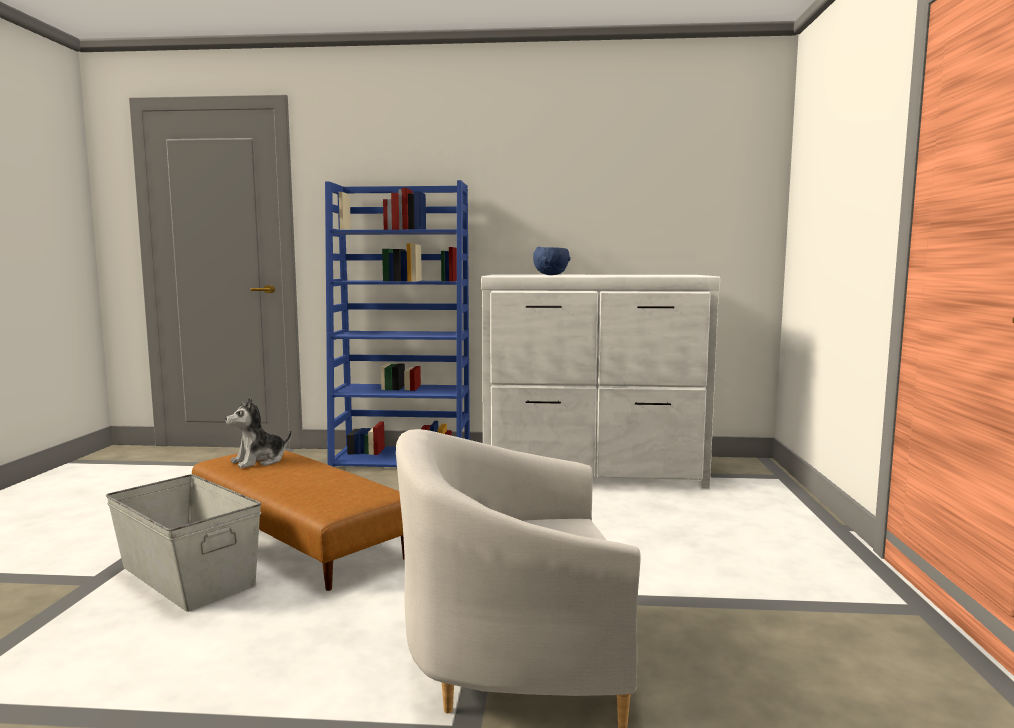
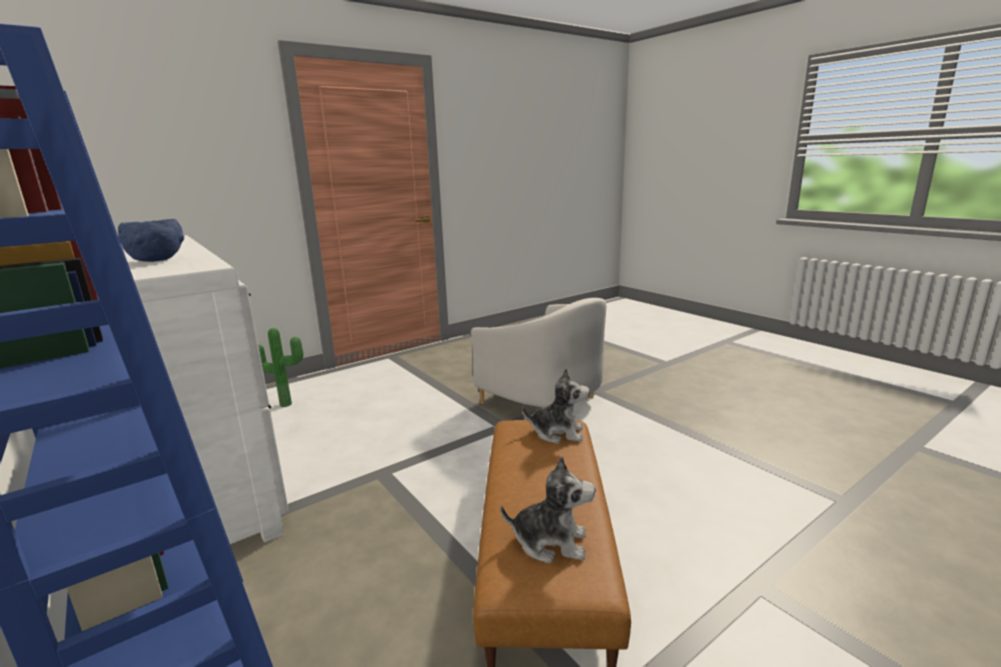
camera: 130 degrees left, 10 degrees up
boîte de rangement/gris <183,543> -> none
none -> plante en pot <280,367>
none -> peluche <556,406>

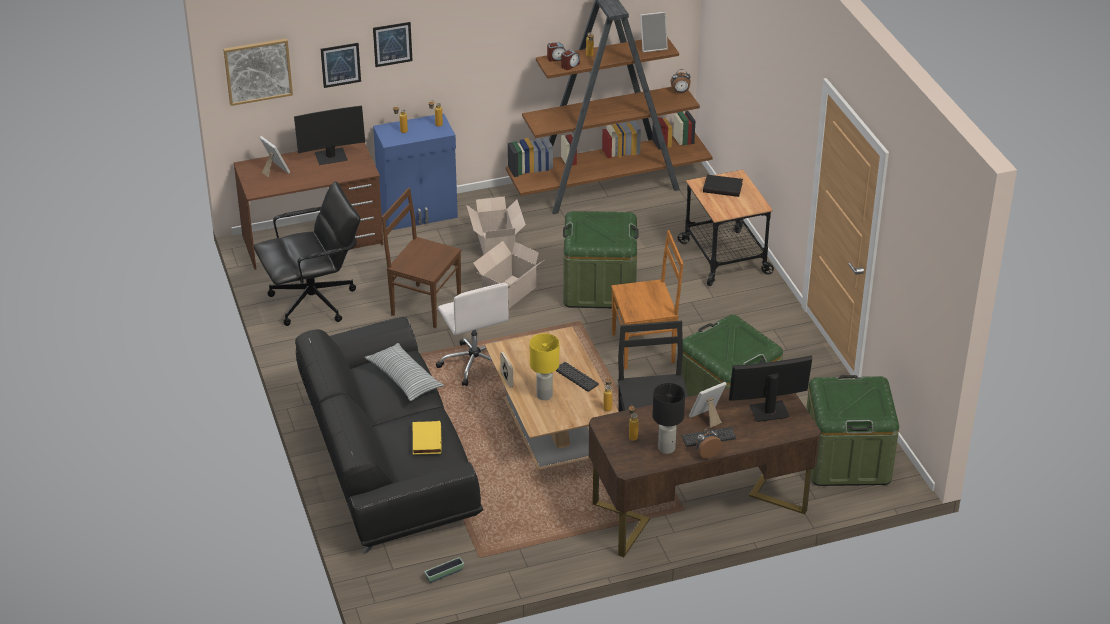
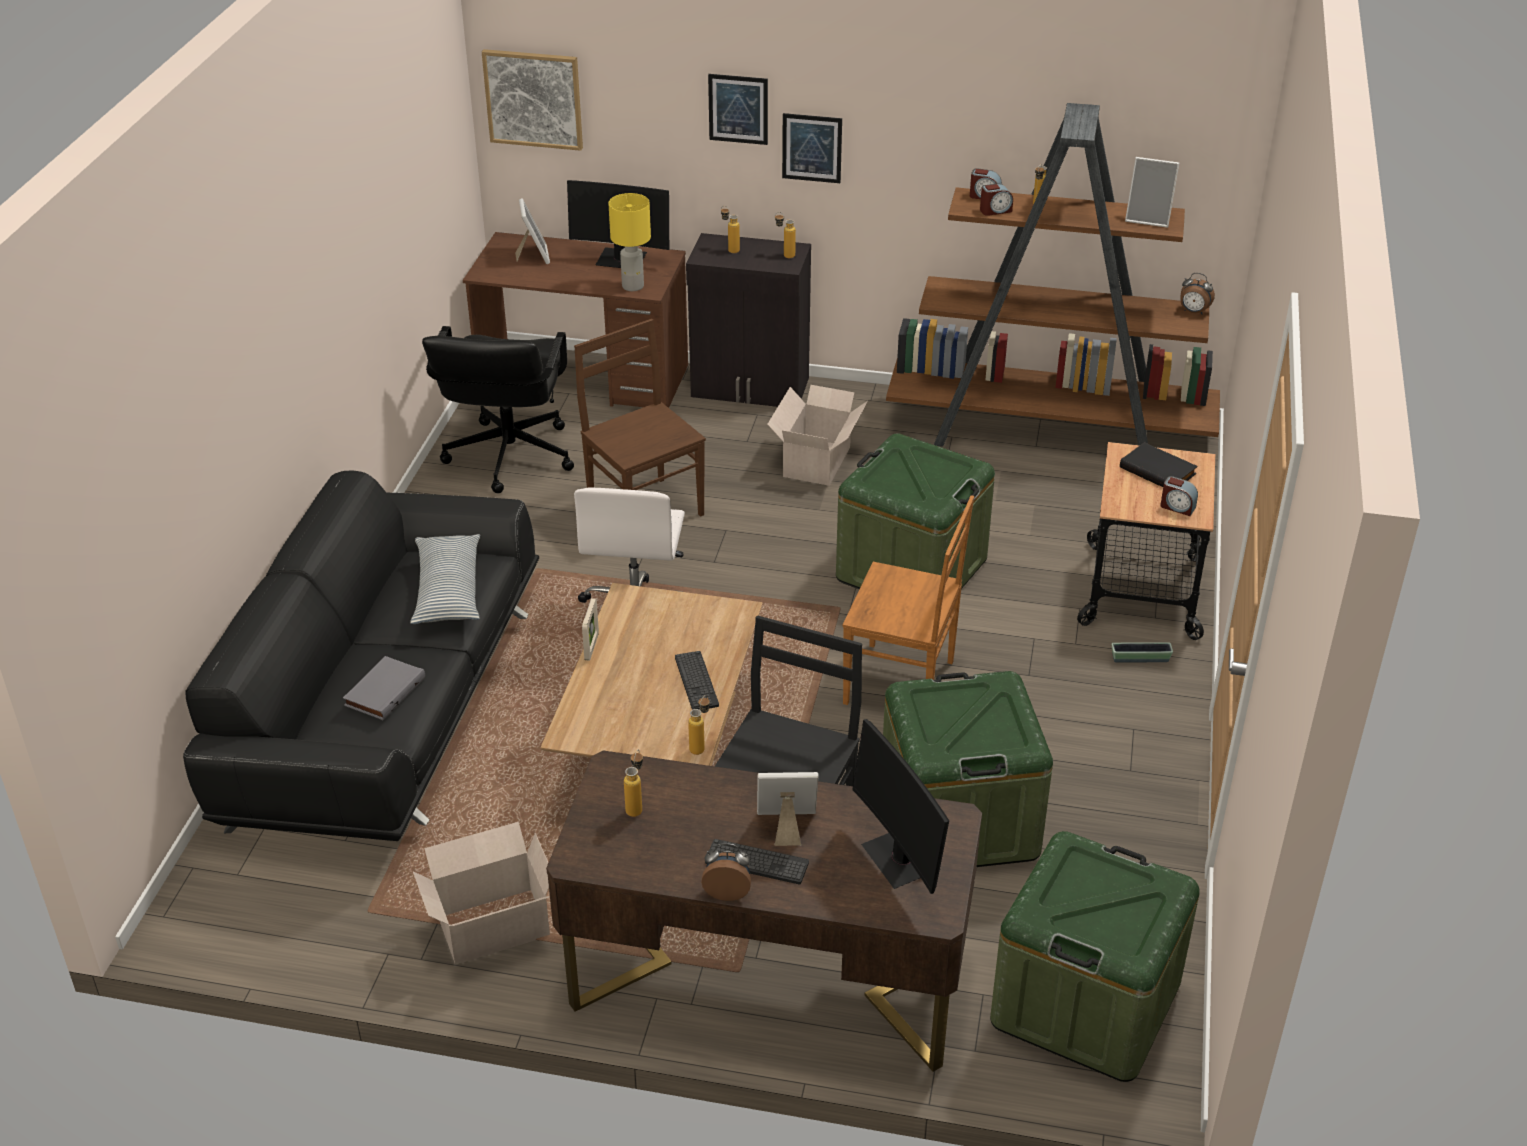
camera: 30 degrees right, 0 degrees up
tableau <341,65> -> tableau <812,148>, relocated
meuble de rangement/bleu <415,171> -> meuble de rangement/noir <748,320>
chaise de bureau/noir <307,253> -> chaise de bureau/noir <498,409>, 90 degrees clockwise
carton <508,275> -> carton <481,893>, relocated
lampe de table/jaune <544,366> -> lampe de table/jaune <629,242>, relocated
écran d'ordinateur <770,388> -> écran d'ordinateur <901,806>, 135 degrees counterclockwise
lampe de table/noir <668,418> -> none
livre/jaune <427,438> -> livre/gris <384,688>
cache-pot <444,570> -> cache-pot <1142,652>, relocated
none -> réveil <1179,496>

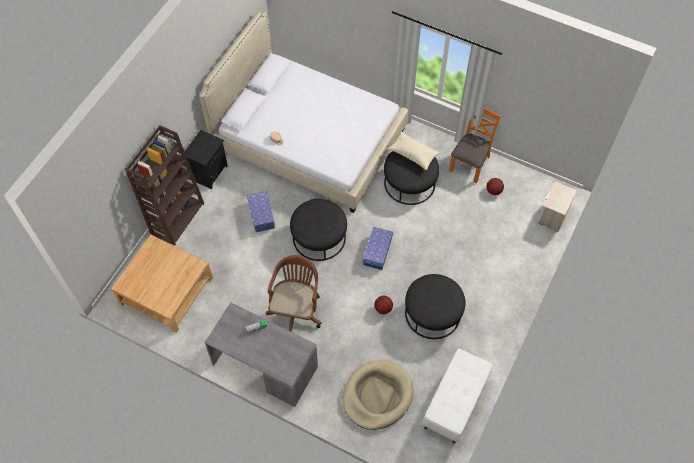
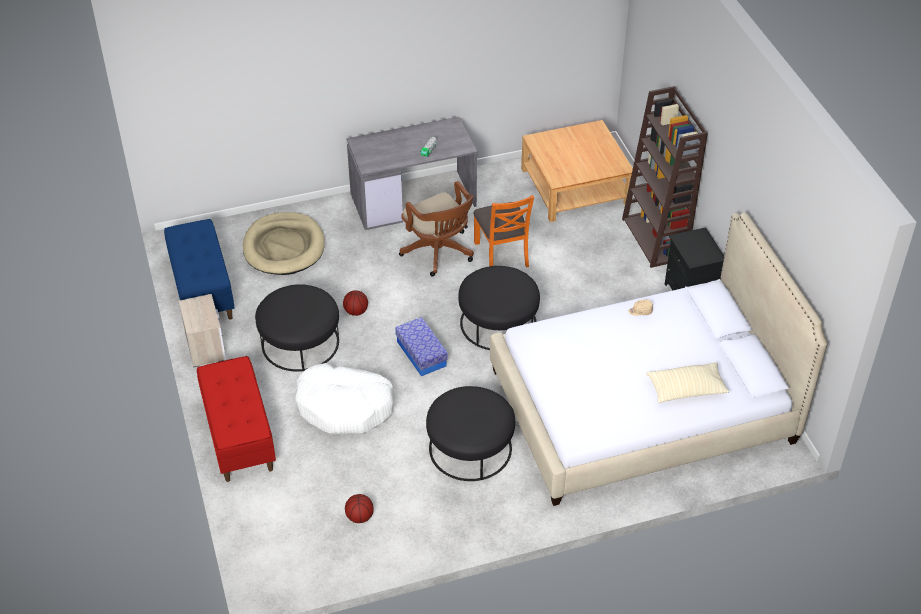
camera: 135 degrees right, 15 degrees down
chaise/orange <475,145> -> chaise/orange <503,231>, relocated
coussin/beige <414,151> -> coussin/beige <687,382>, relocated
table de chevet <557,207> -> table de chevet <202,330>, relocated
boîte de rangement <261,211> -> none
banc/blanc <457,396> -> banc/bleu <199,269>
none -> banc/rouge <236,419>
none -> panier pour chien/blanc <344,398>

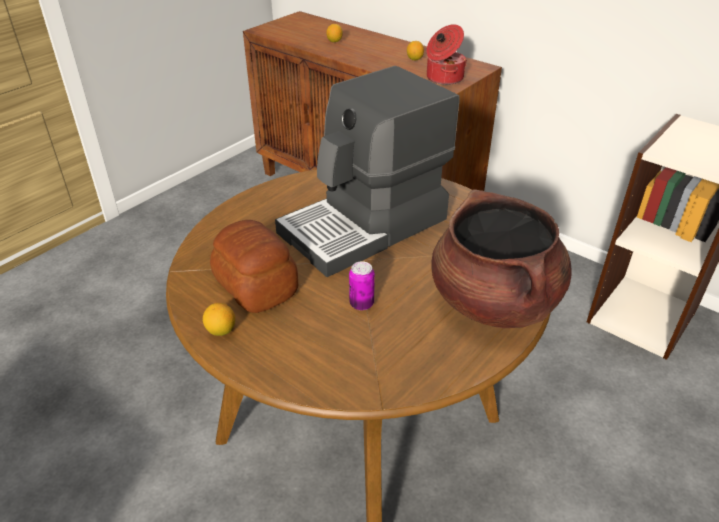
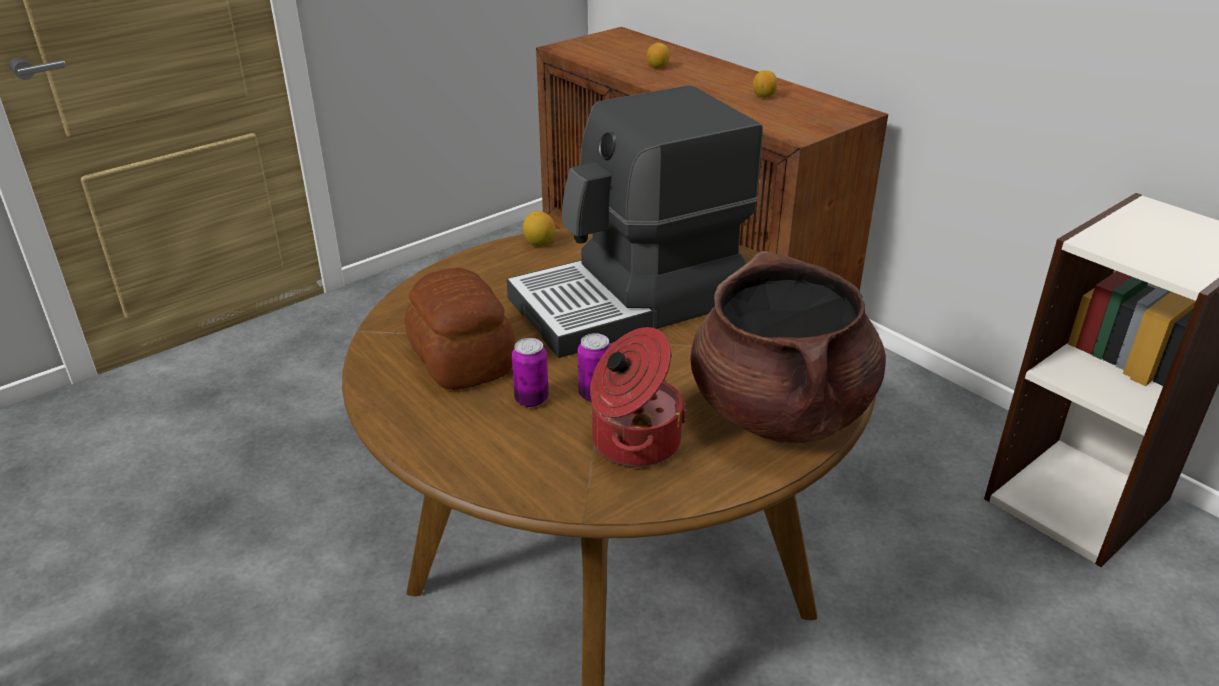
camera: 10 degrees right, 5 degrees down
marmite <446,54> -> marmite <638,397>, relocated
citron <219,319> -> citron <539,228>, relocated
none -> boîte métallique <530,372>

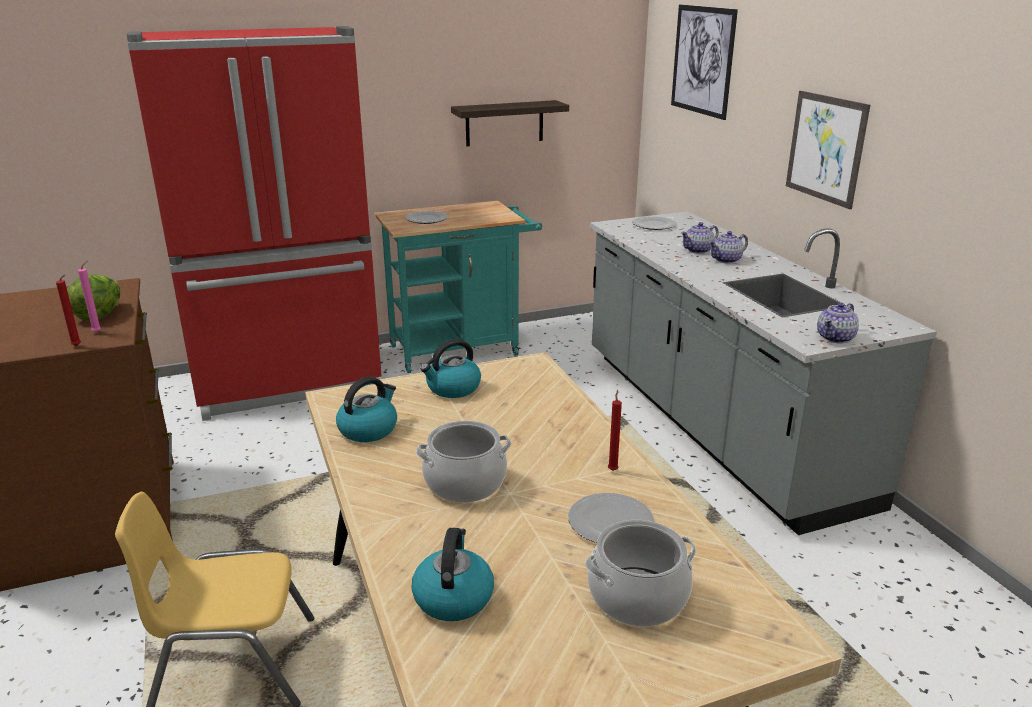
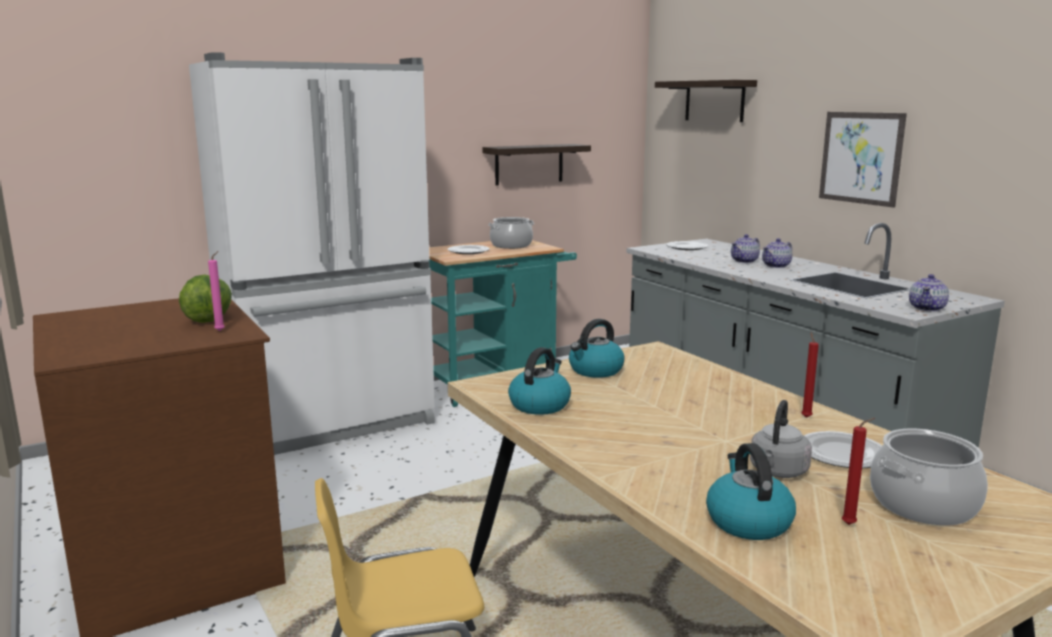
camera: 10 degrees left, 10 degrees down
tableau <704,62> -> étagère <706,101>
réfrigérateur/rouge <254,223> -> réfrigérateur/blanc <312,253>
bougie/rouge <68,310> -> bougie/rouge <858,471>, relocated
marmite <463,462> -> marmite <511,233>, relocated
none -> bouilloire/gris <781,439>

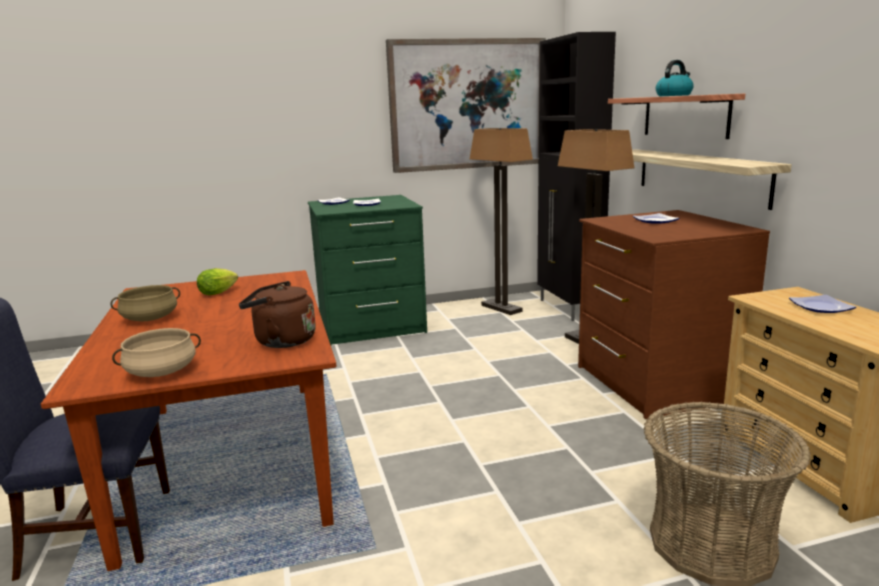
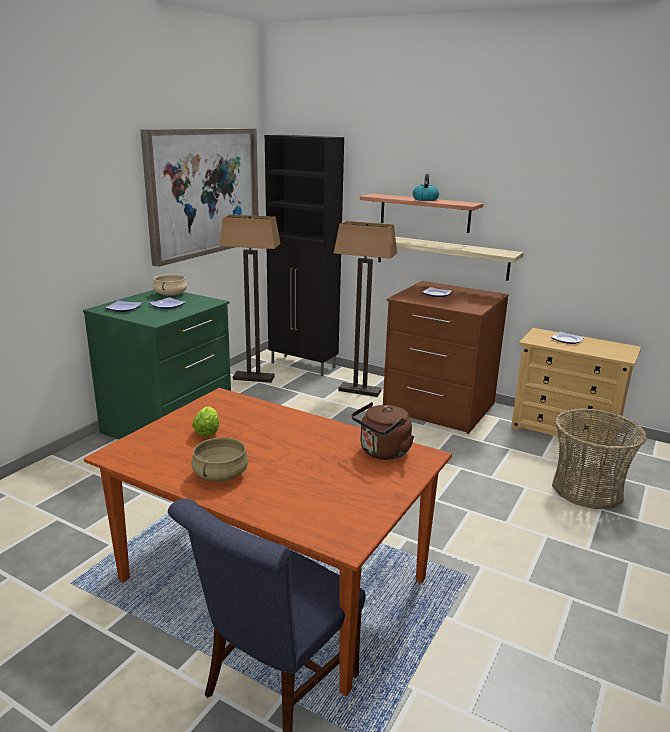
camera: 45 degrees left, 5 degrees up
marmite/beige <156,352> -> marmite/beige <170,285>, relocated

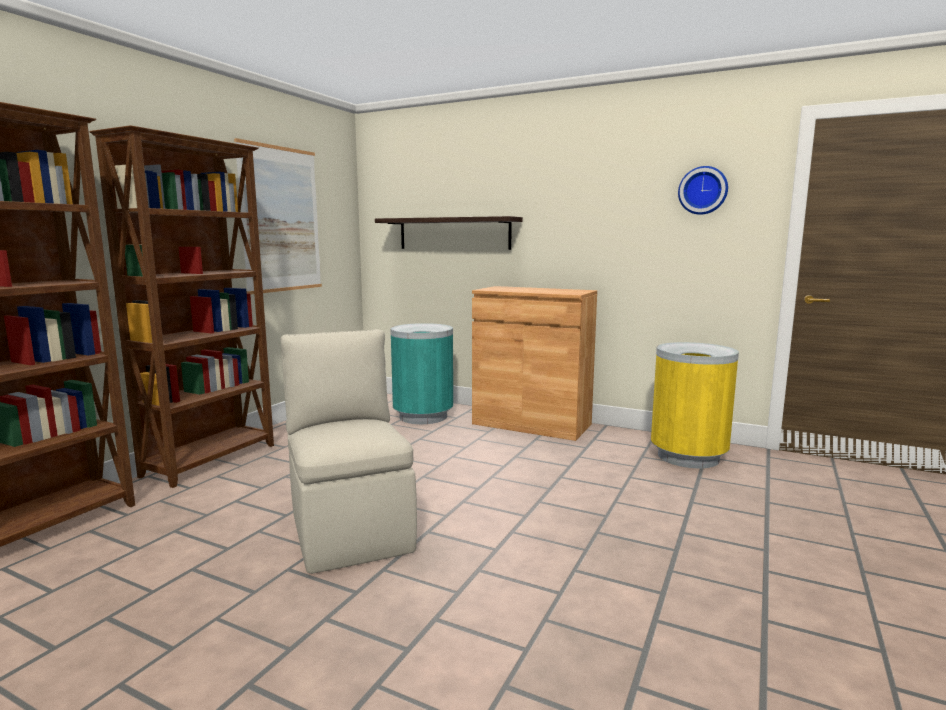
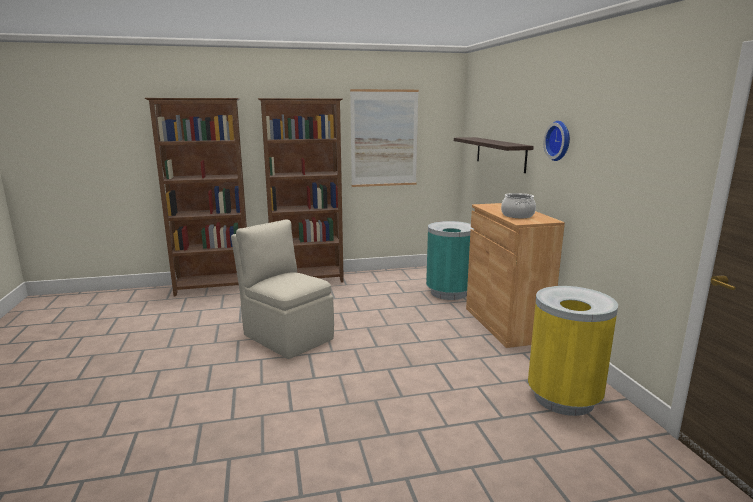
camera: 50 degrees right, 5 degrees up
horloge murale <703,190> -> horloge murale <557,141>, relocated
chaise/beige <349,451> -> chaise/beige <282,289>, 75 degrees counterclockwise
none -> marmite <518,205>

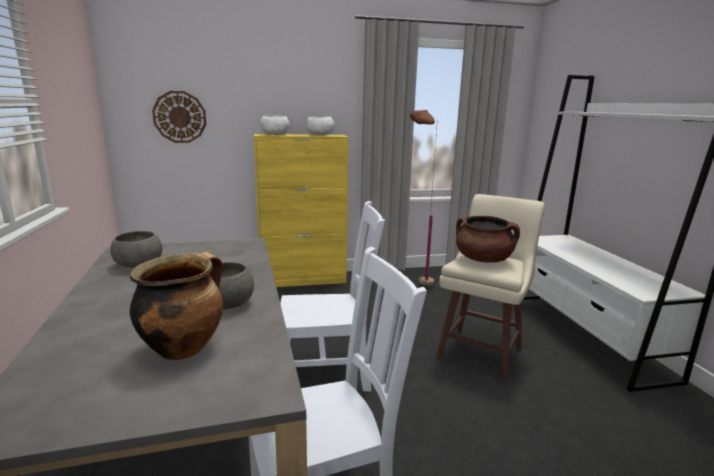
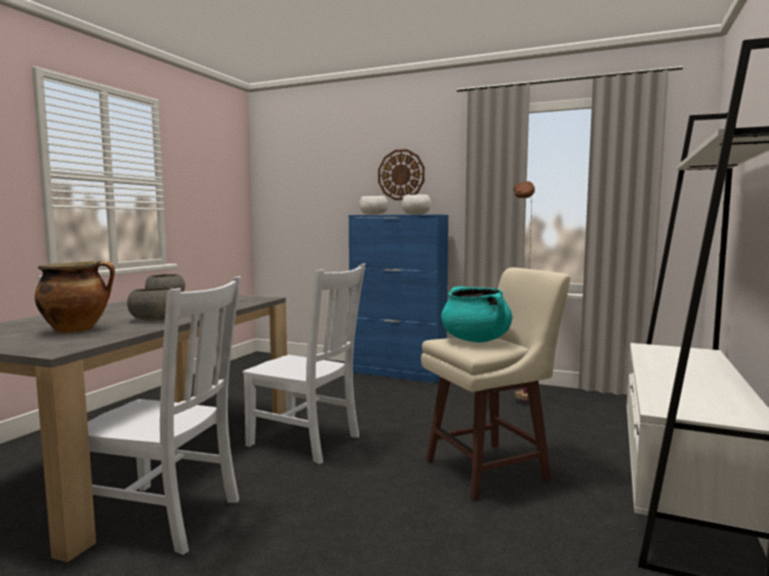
camera: 35 degrees right, 10 degrees down
horloge murale <179,117> -> horloge murale <401,174>, relocated
meuble de rangement/jaune <301,210> -> meuble de rangement/bleu <398,299>
marmite/marron <488,239> -> marmite/turquoise <477,314>

